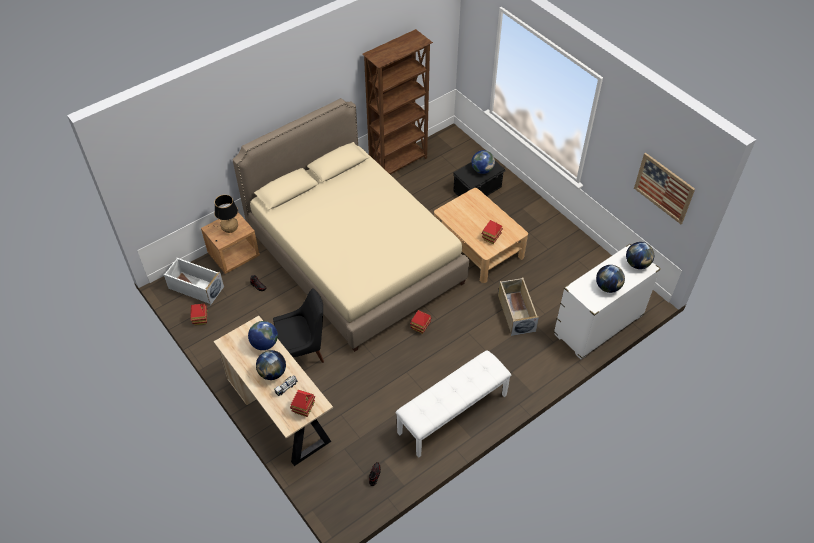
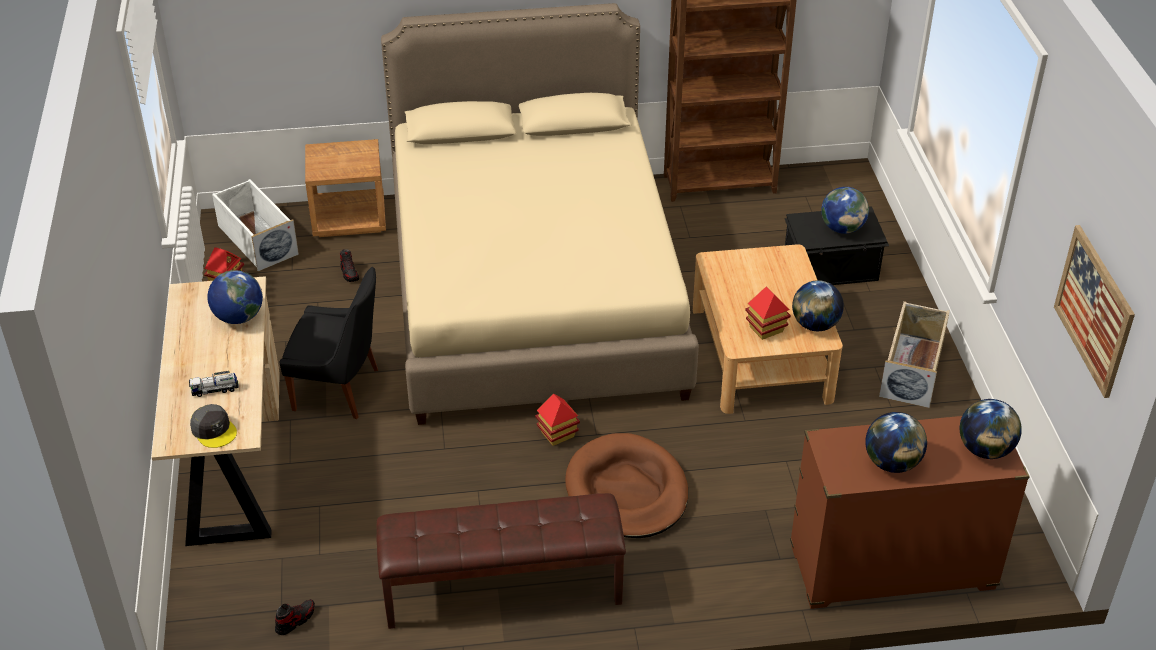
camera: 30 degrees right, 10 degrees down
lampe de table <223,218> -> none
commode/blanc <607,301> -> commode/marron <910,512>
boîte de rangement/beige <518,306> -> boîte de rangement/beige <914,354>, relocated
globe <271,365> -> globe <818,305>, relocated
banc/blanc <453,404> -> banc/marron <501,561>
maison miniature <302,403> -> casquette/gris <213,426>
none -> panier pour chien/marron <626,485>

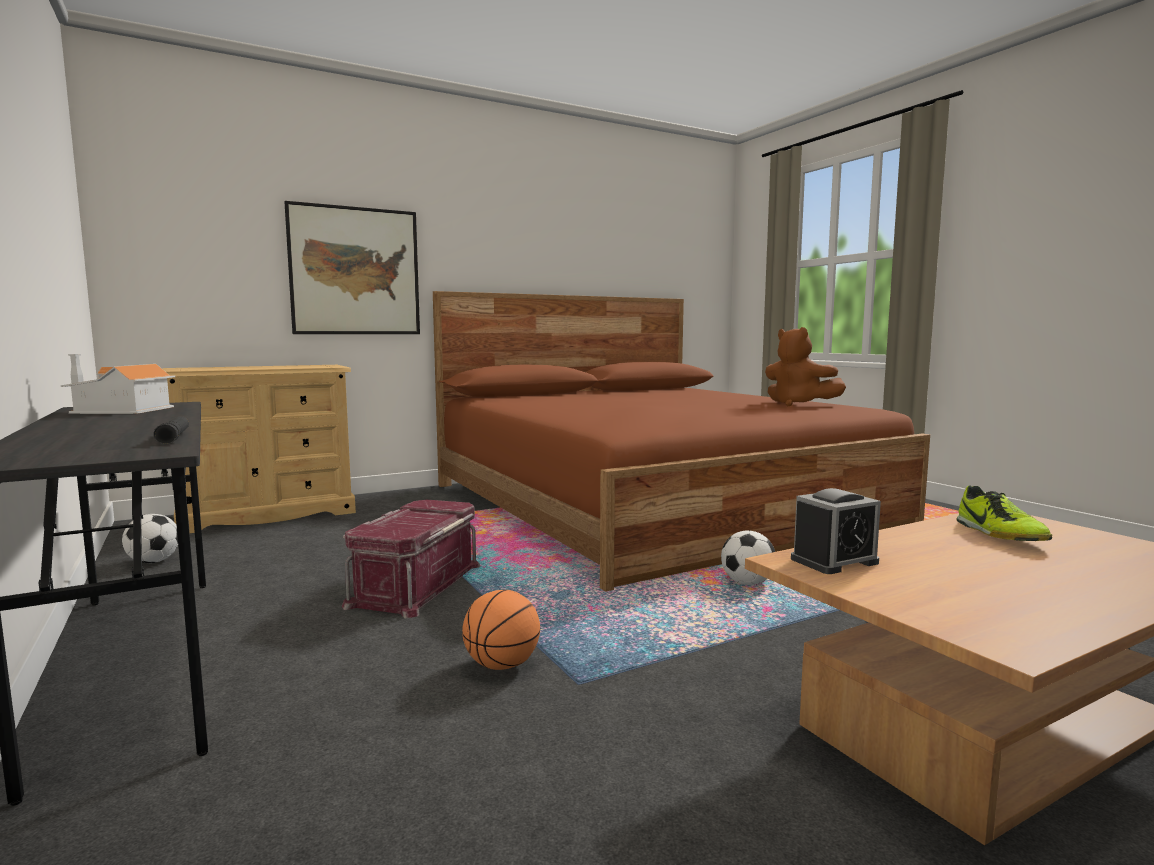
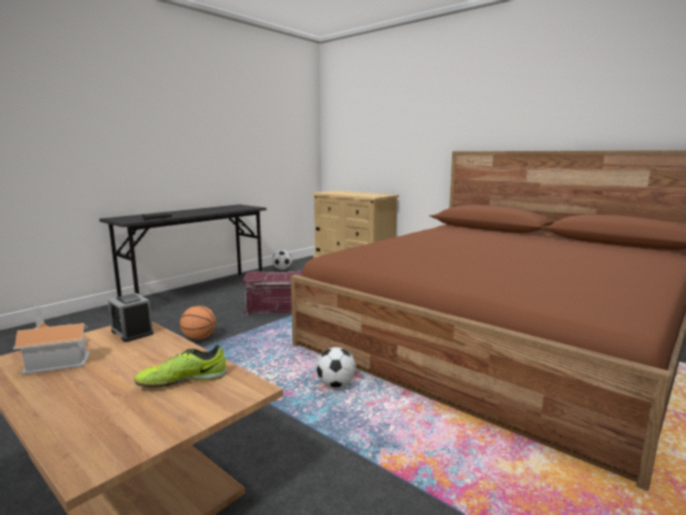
camera: 70 degrees right, 5 degrees up
tableau <352,267> -> none
peluche/marron <805,366> -> none
maison miniature <118,384> -> maison miniature <51,340>, relocated

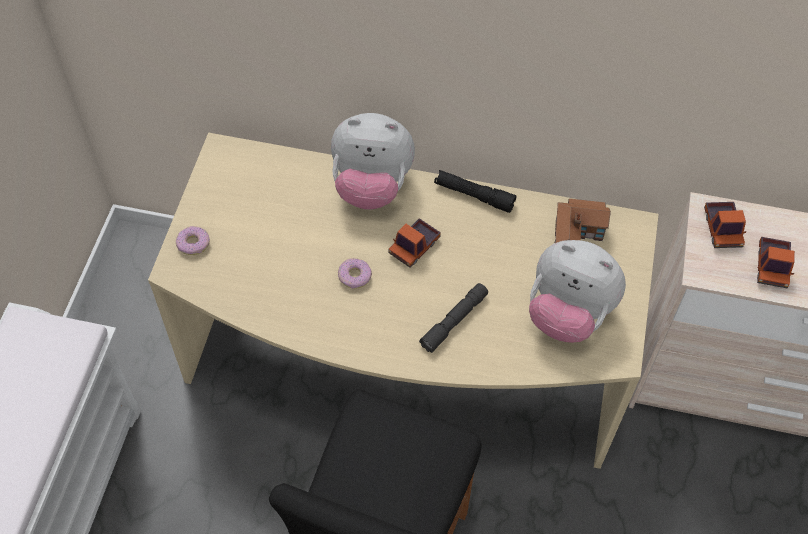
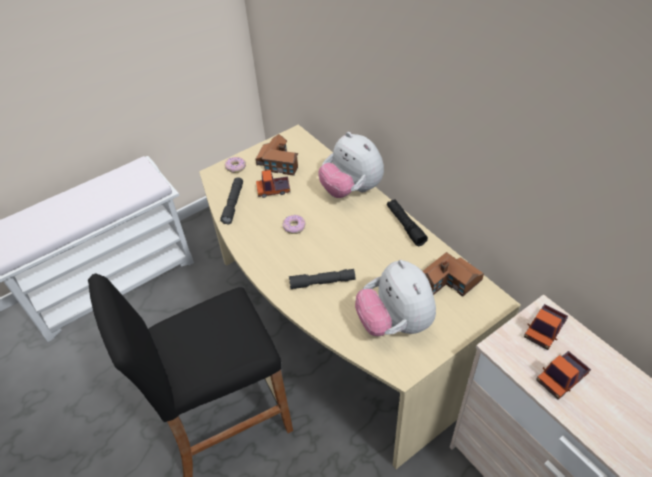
camera: 45 degrees right, 10 degrees down
camion jouet <415,243> -> camion jouet <273,184>, relocated
none -> maison miniature <277,155>
none -> lampe de poche/gris <231,201>

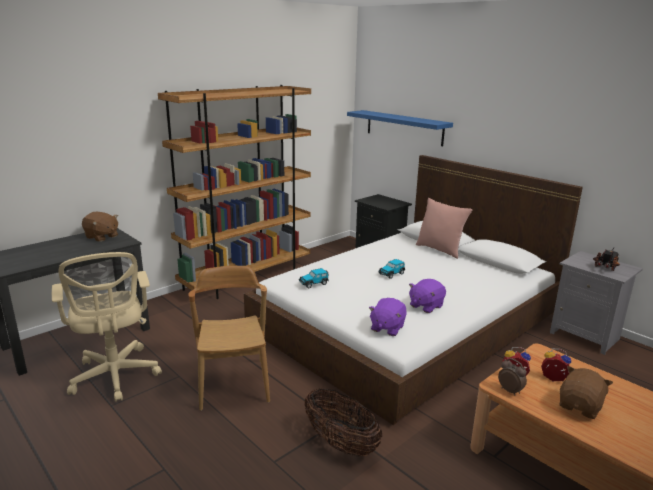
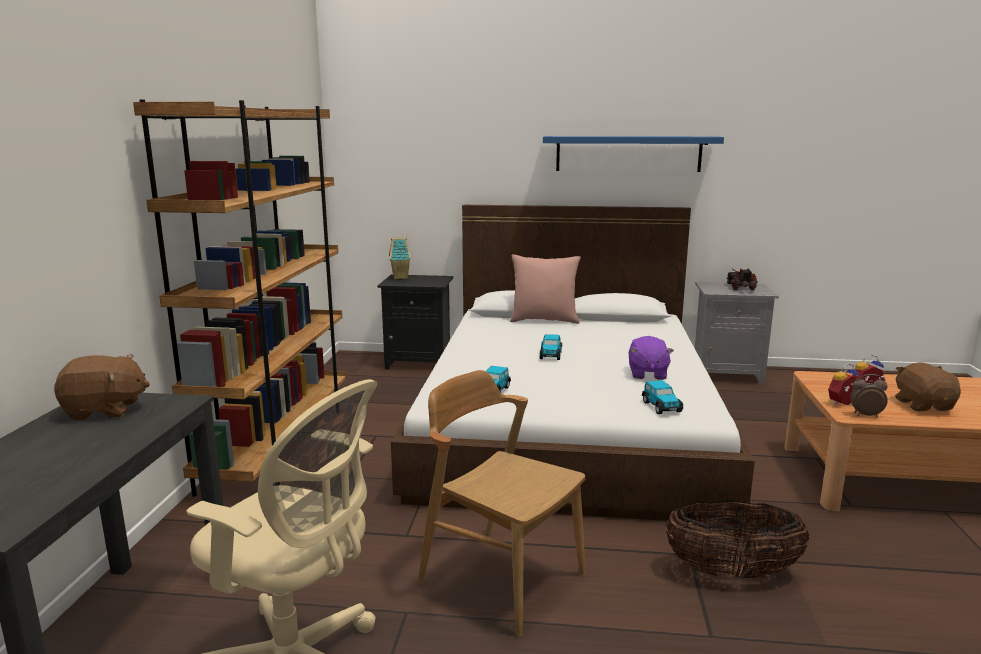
camera: 40 degrees left, 5 degrees down
étagère/bleu <400,128> -> étagère/bleu <633,154>, relocated
peluche/violet <388,317> -> petite voiture <662,397>
none -> maison miniature <400,258>

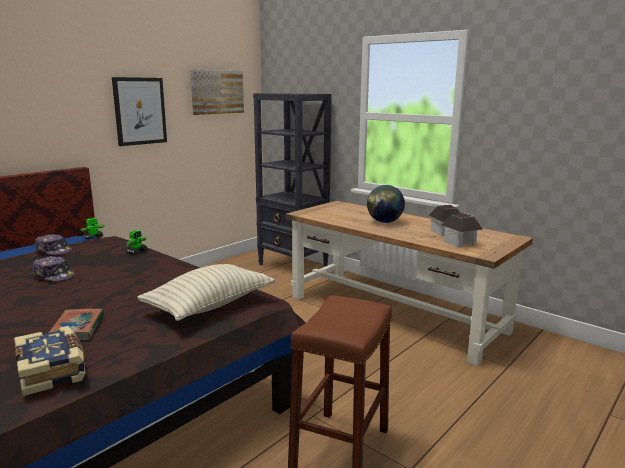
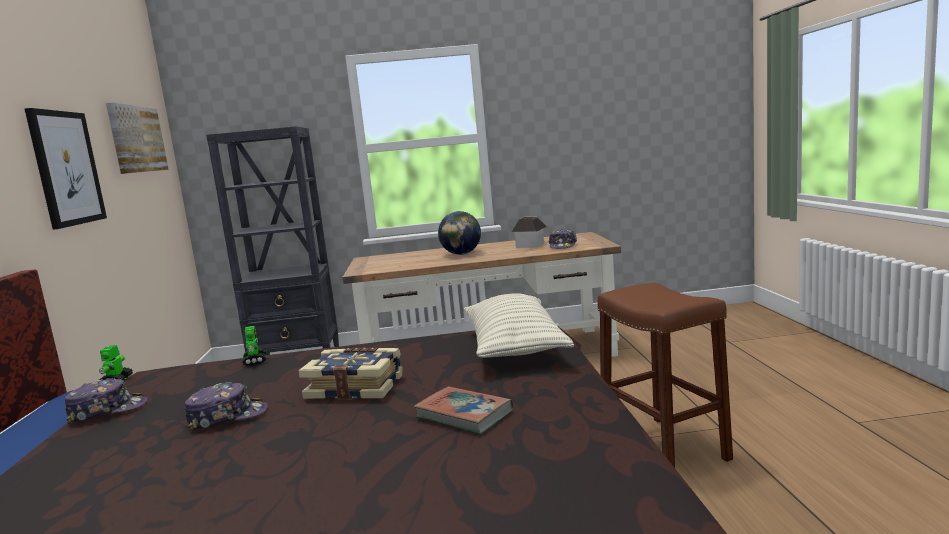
camera: 45 degrees left, 5 degrees down
maison miniature <462,230> -> casquette <563,239>
livre <50,361> -> livre <351,374>, relocated

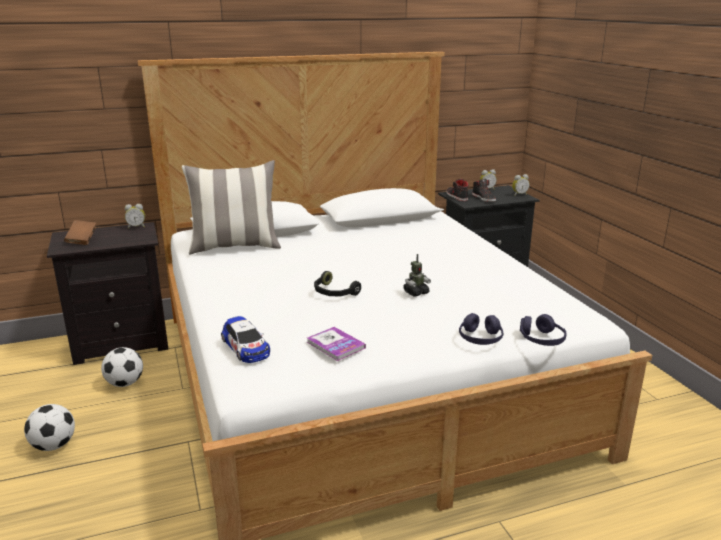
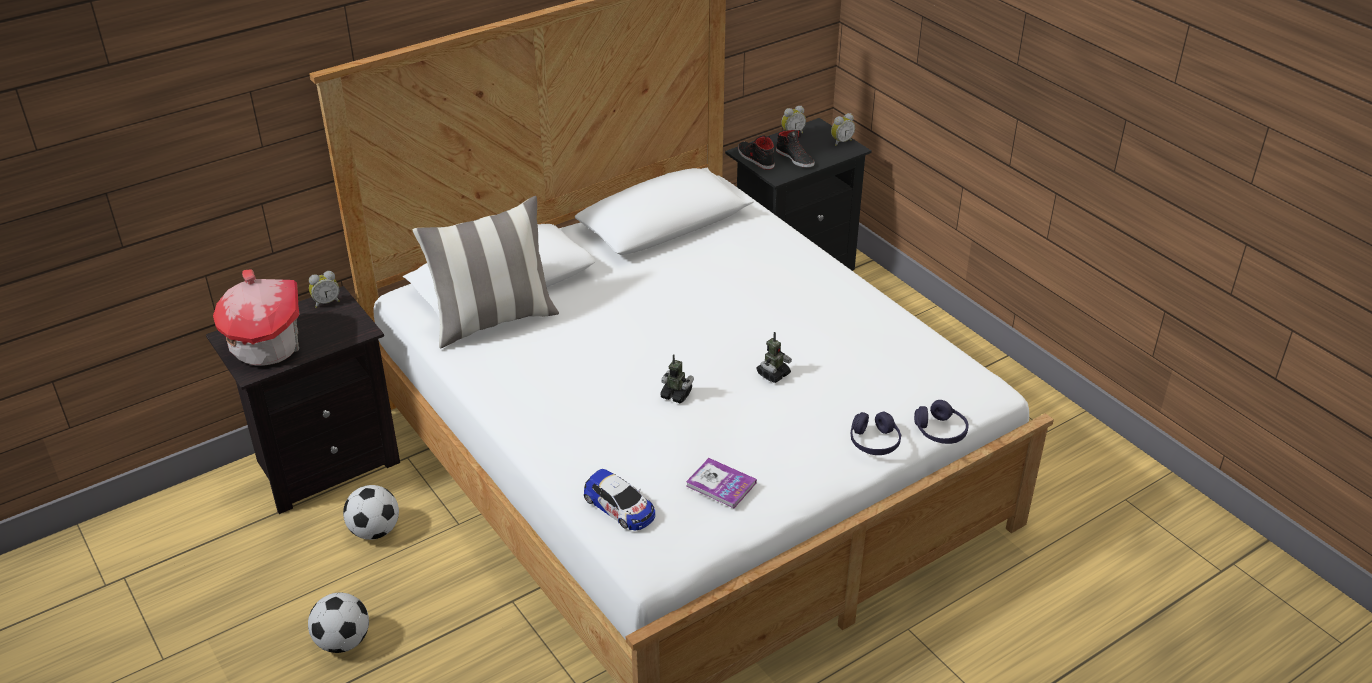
camera: 15 degrees left, 15 degrees up
livre/marron <80,232> -> maison miniature <256,317>
casque audio/noir <337,283> -> robot jouet <677,378>

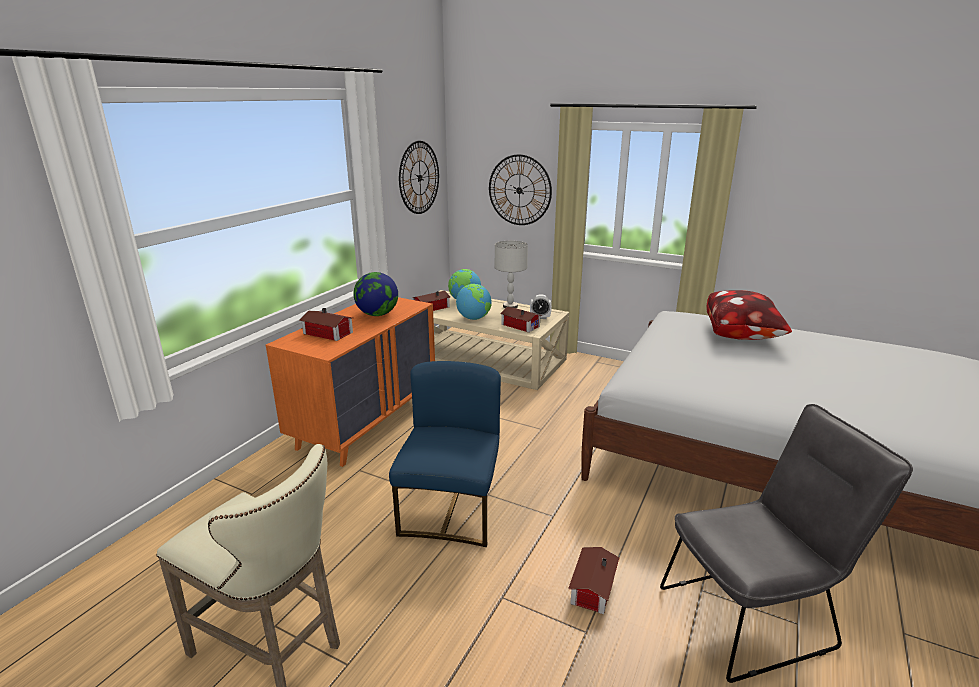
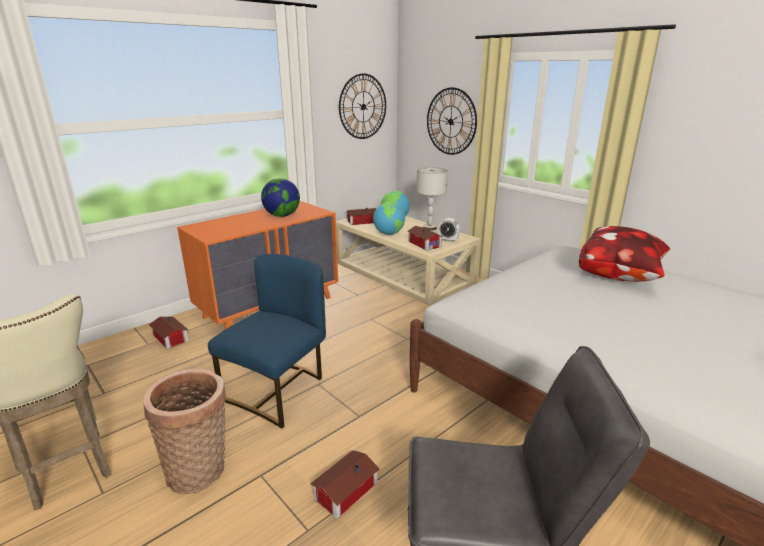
camera: 20 degrees right, 0 degrees up
maison miniature <326,324> -> maison miniature <168,332>, relocated
none -> panier <185,431>

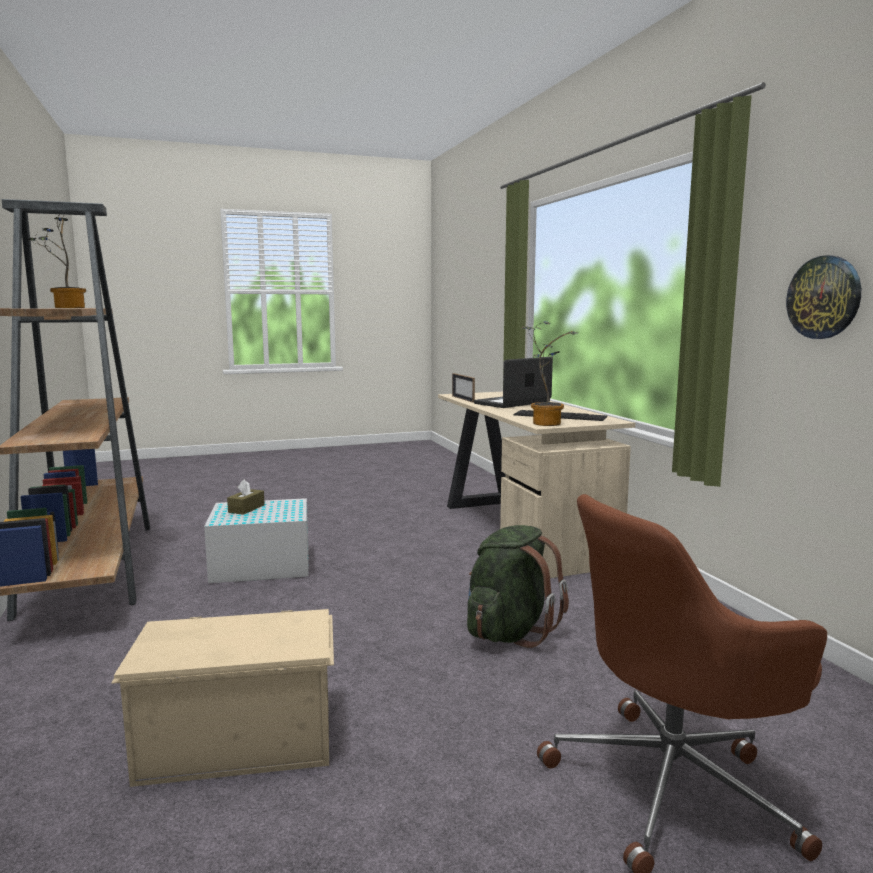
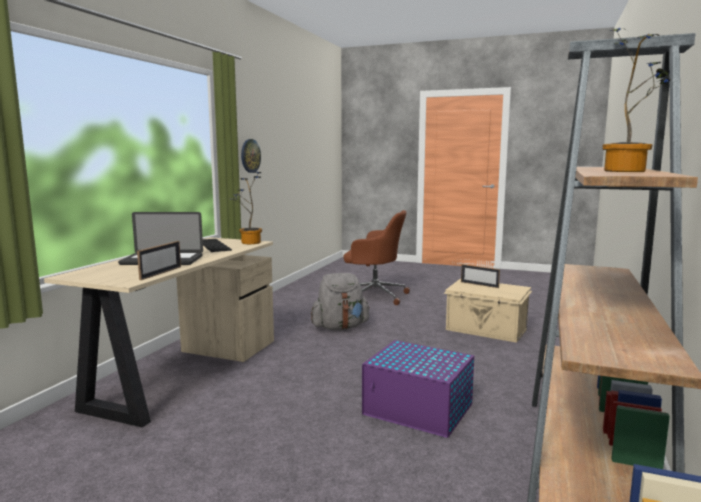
camera: 140 degrees left, 0 degrees up
boîte à mouchoirs/marron <246,497> -> none
boîte de rangement/blanc <256,540> -> boîte de rangement/violet <418,389>
sac à dos/vert <518,586> -> sac à dos/gris <340,302>
none -> cadre photo <480,276>

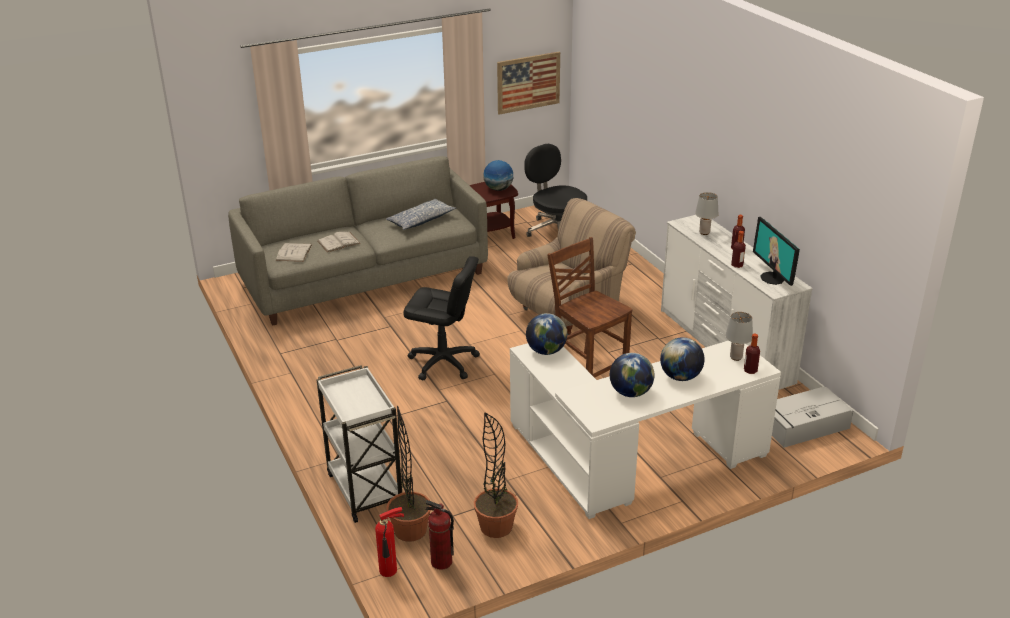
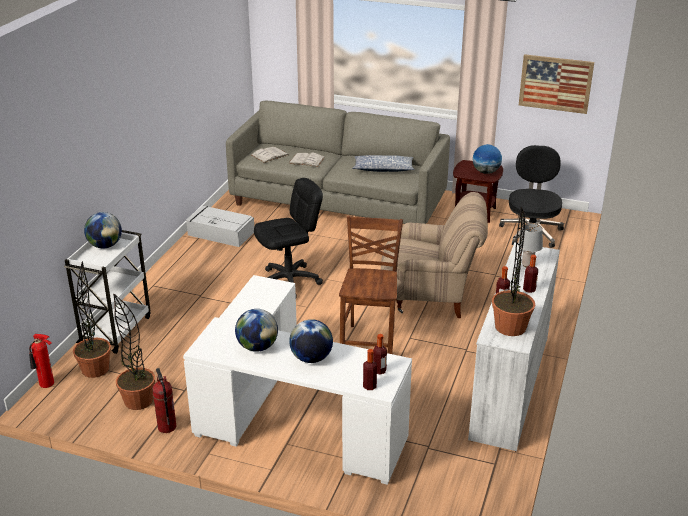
camera: 45 degrees right, 0 degrees up
écran d'ordinateur <776,251> -> plante en pot <513,271>
chaise de bureau/noir <441,318> -> chaise de bureau/noir <288,237>, 90 degrees counterclockwise
lampe de table/gris <739,336> -> bouteille <380,354>
globe <546,334> -> globe <103,230>, relocated
boîte de rangement/gris <812,417> -> boîte de rangement/gris <220,226>, relocated
extincteur <439,535> -> extincteur <164,400>, relocated

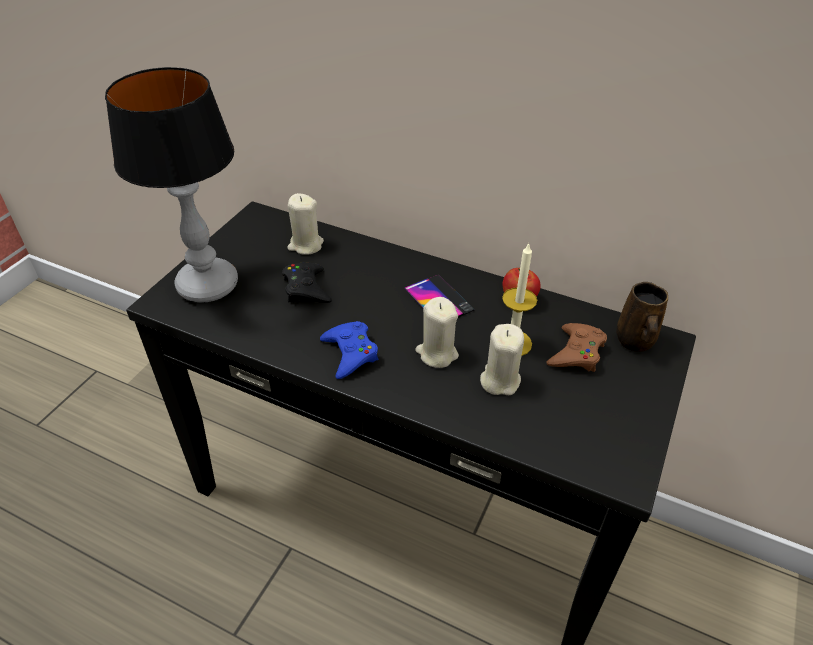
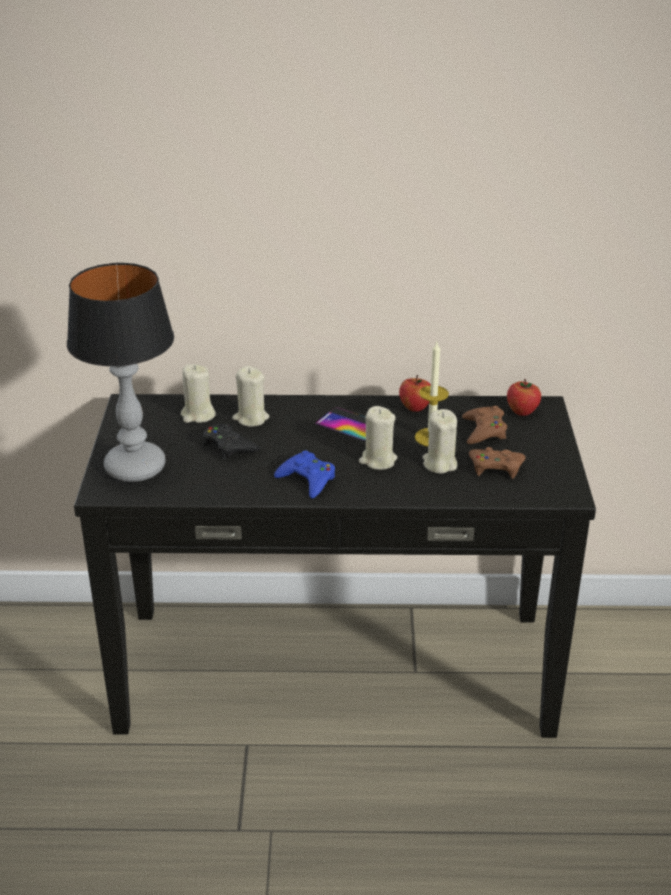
camera: 25 degrees left, 10 degrees down
mug/marron <642,317> -> pomme <524,397>
none -> bougie/beige <250,396>
none -> manette/marron <497,463>

